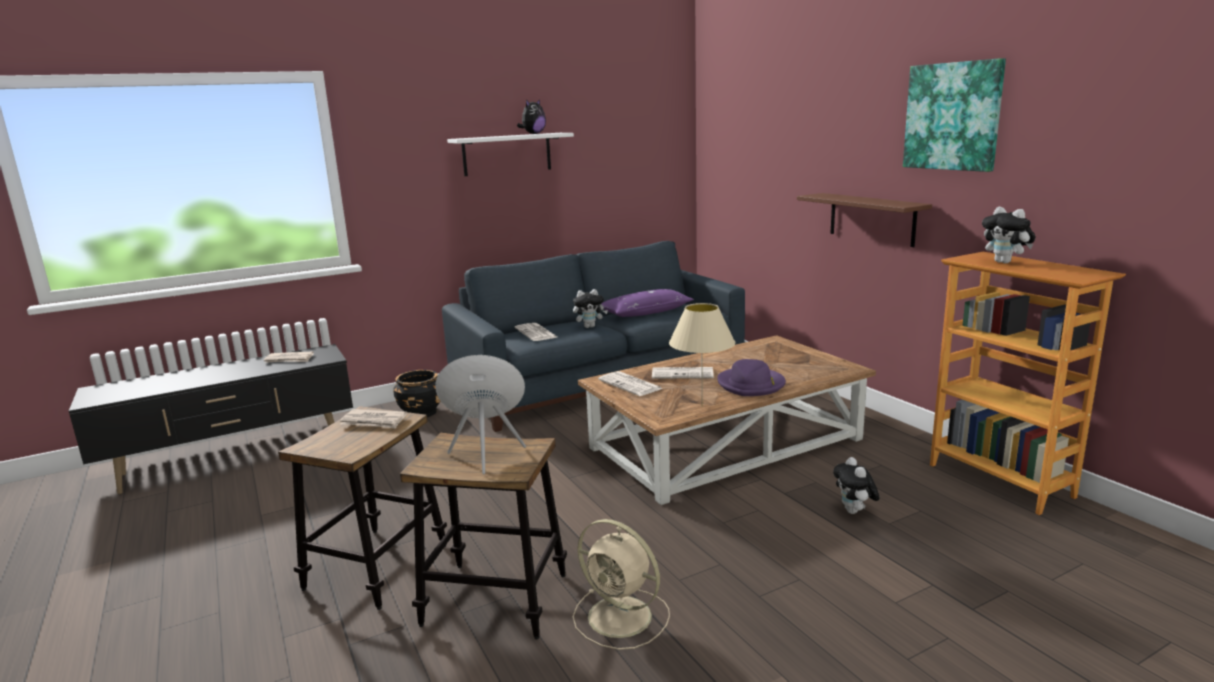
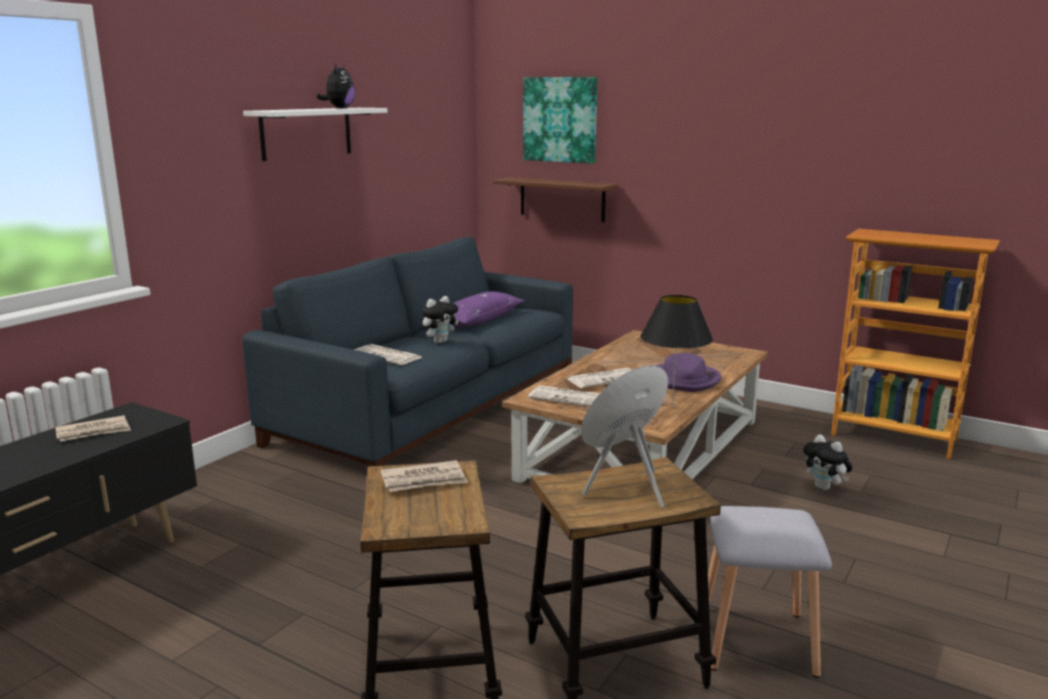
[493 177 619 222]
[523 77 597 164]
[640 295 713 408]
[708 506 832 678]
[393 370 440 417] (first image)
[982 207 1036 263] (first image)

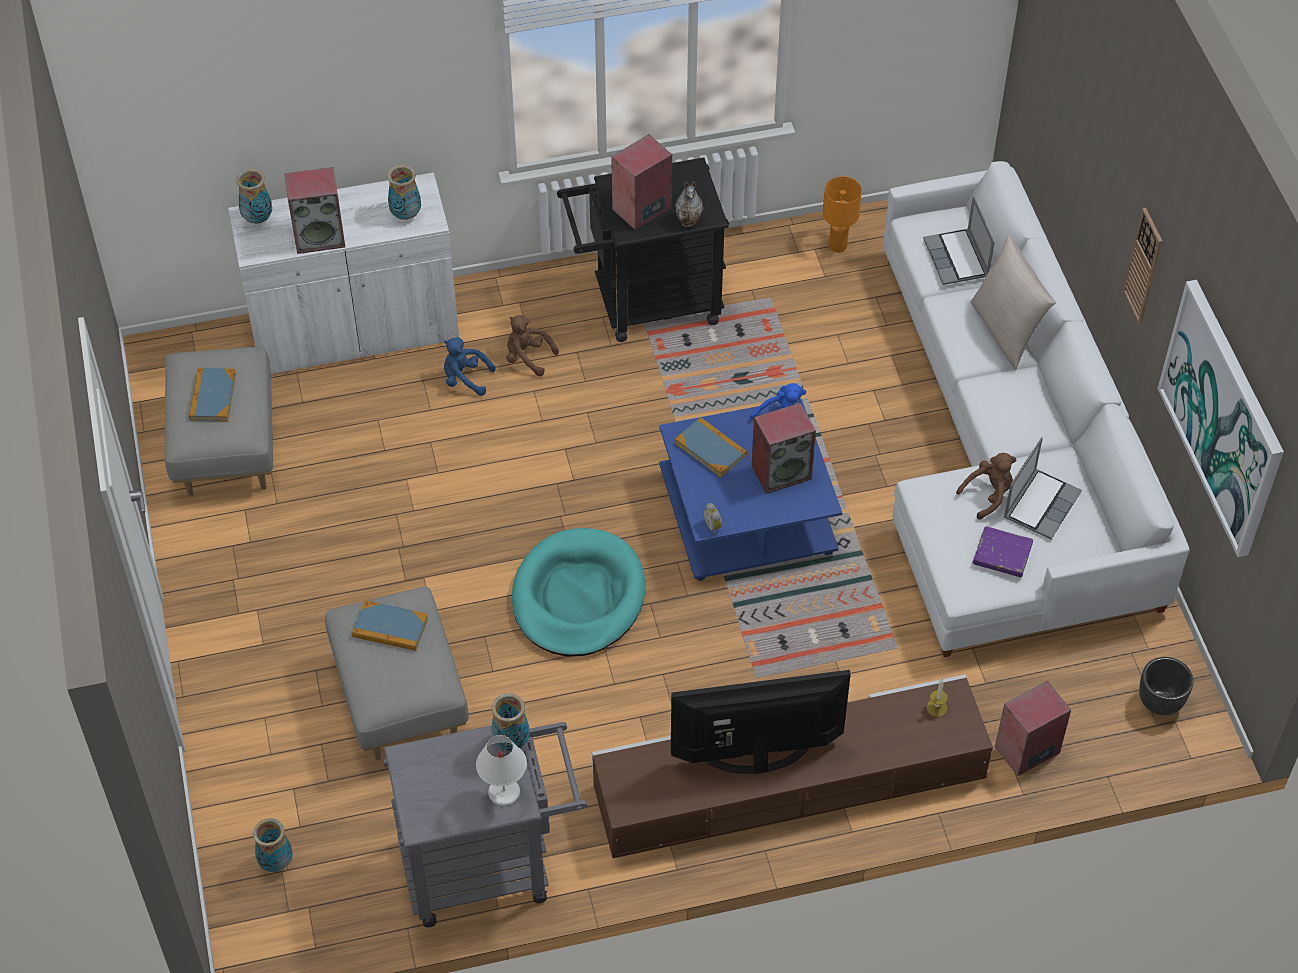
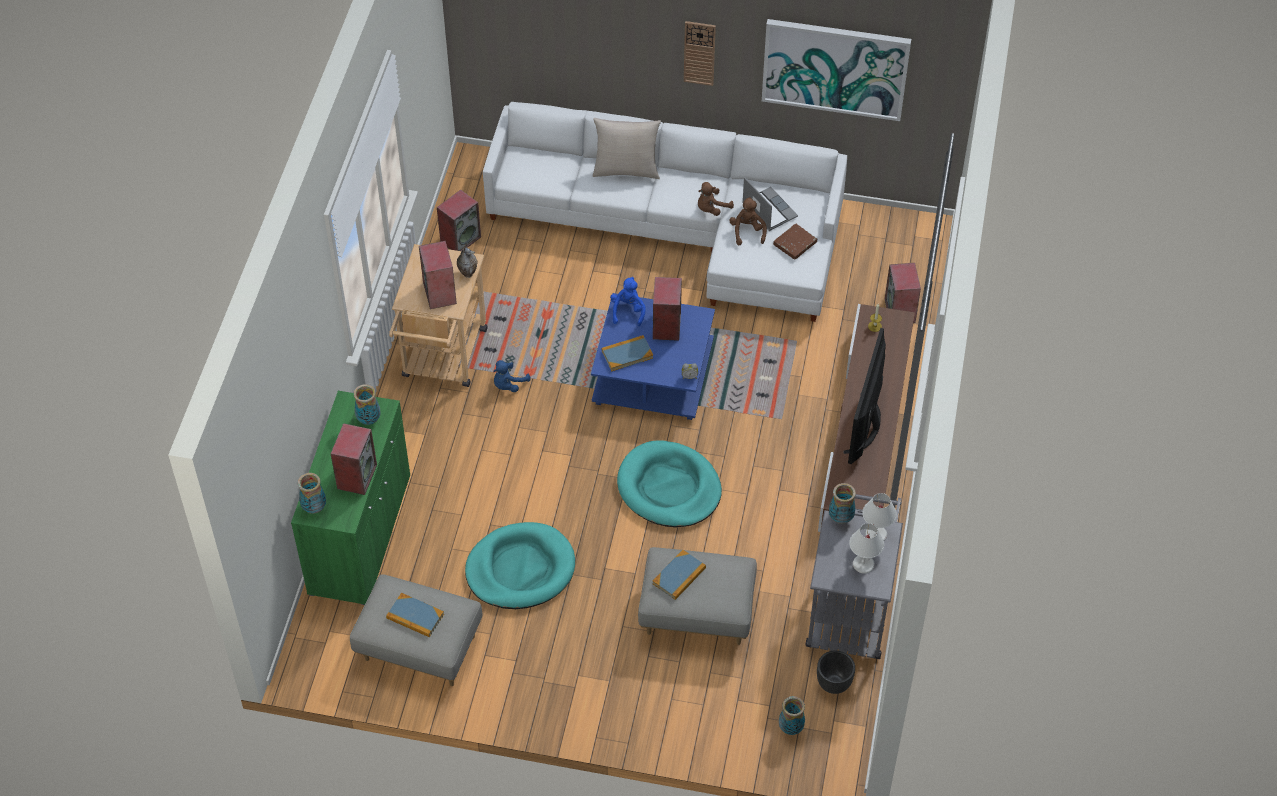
[291 391 410 605]
[389 244 488 387]
[437 190 481 251]
[465 522 575 609]
[494 360 531 392]
[698 182 734 216]
[773 223 818 260]
[817 650 855 694]
[849 523 884 574]
[923 196 995 285] (first image)

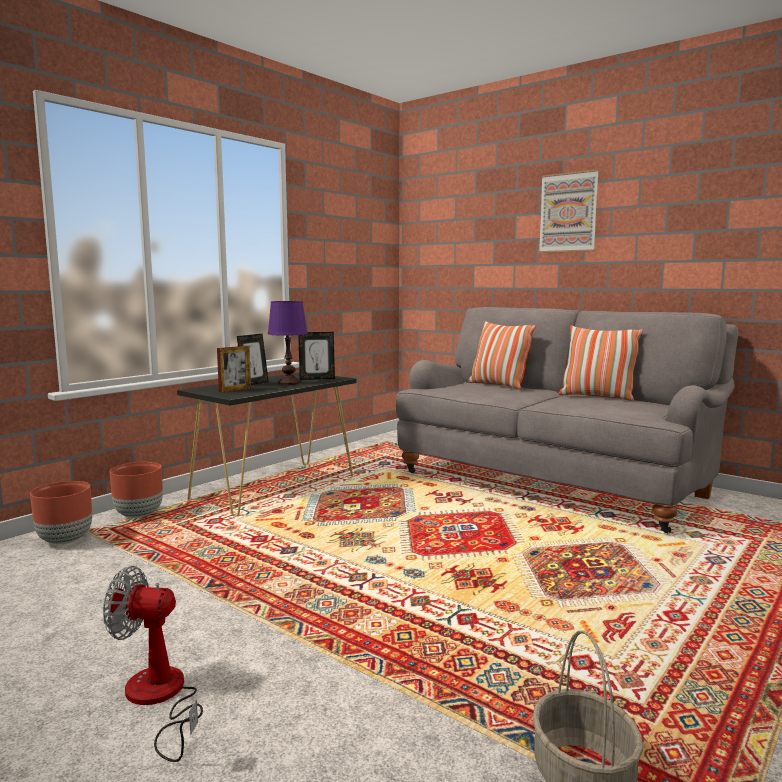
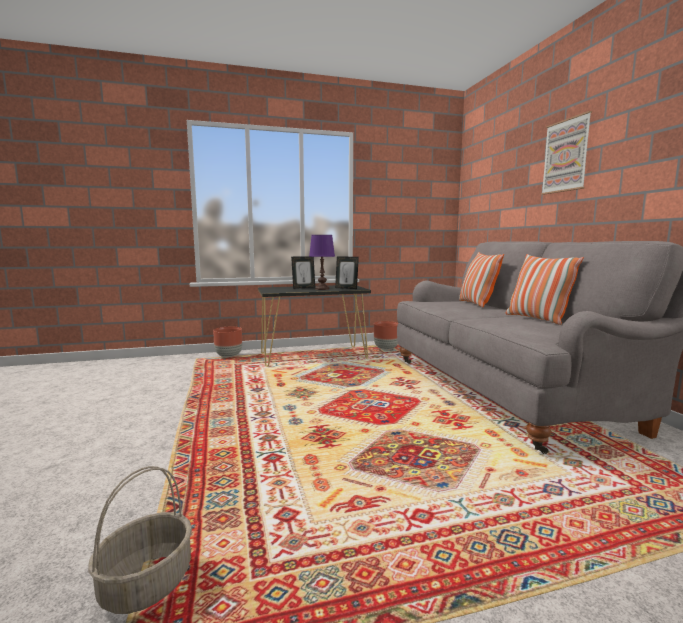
[374 321 398 350]
[103 566 203 762] (first image)
[217 346 251 393] (first image)

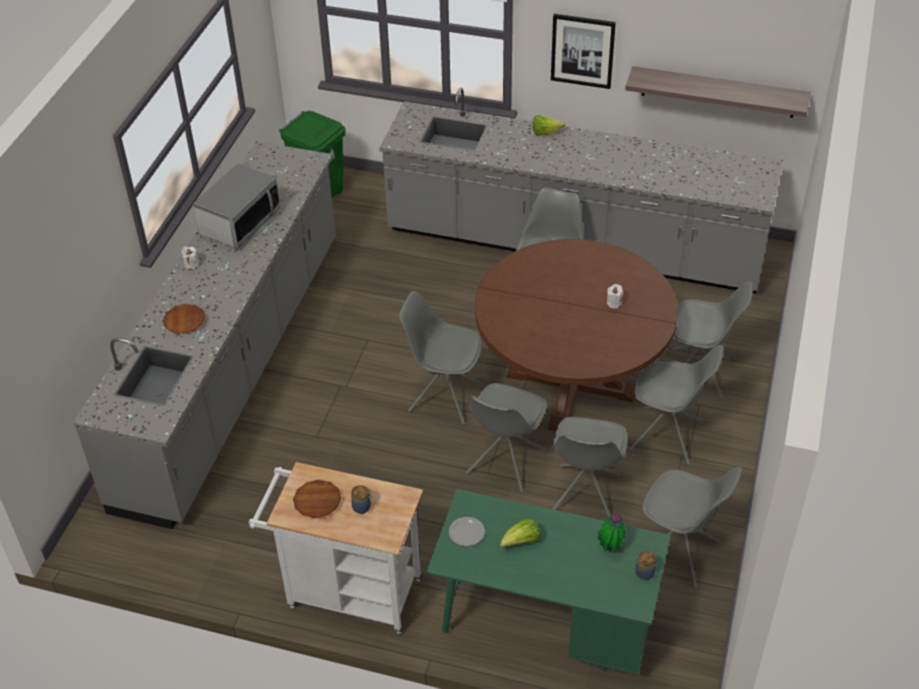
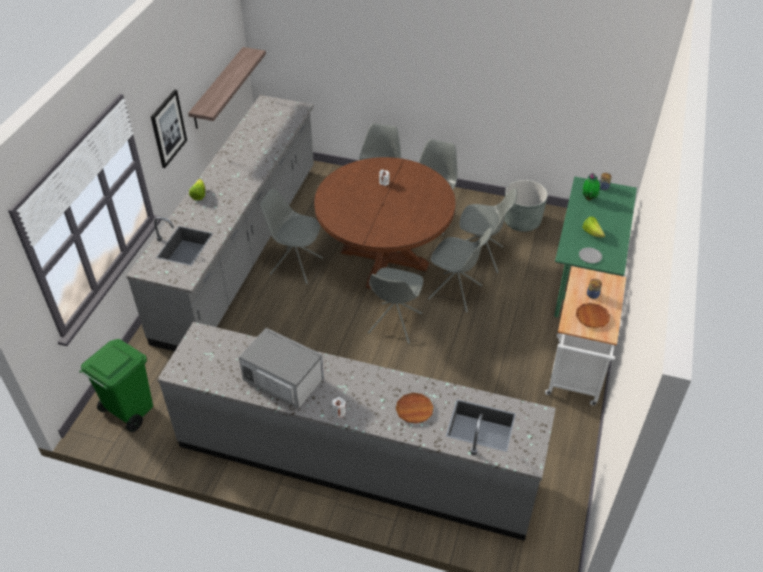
[504 180 548 232]

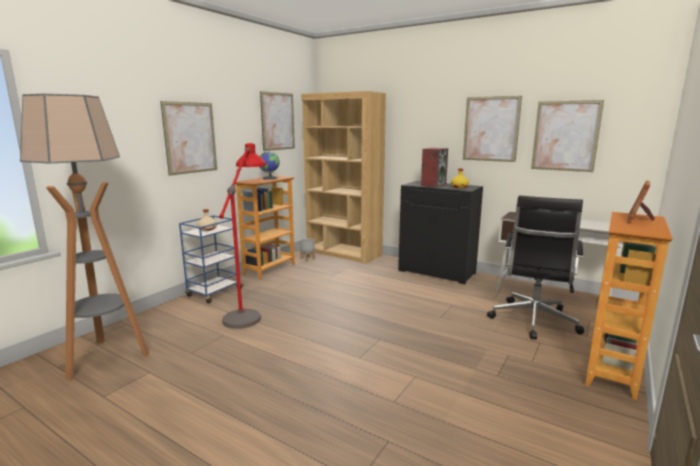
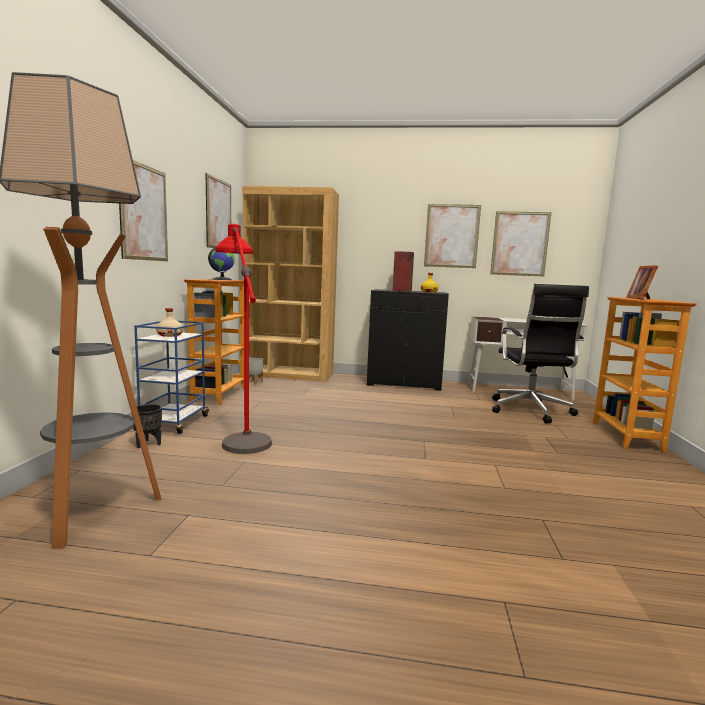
[132 404 162 448]

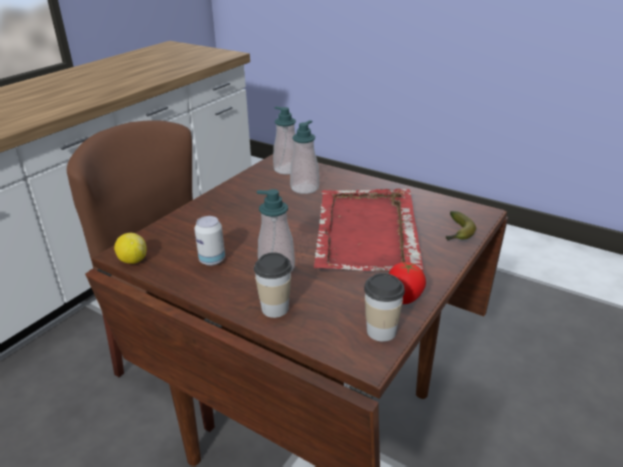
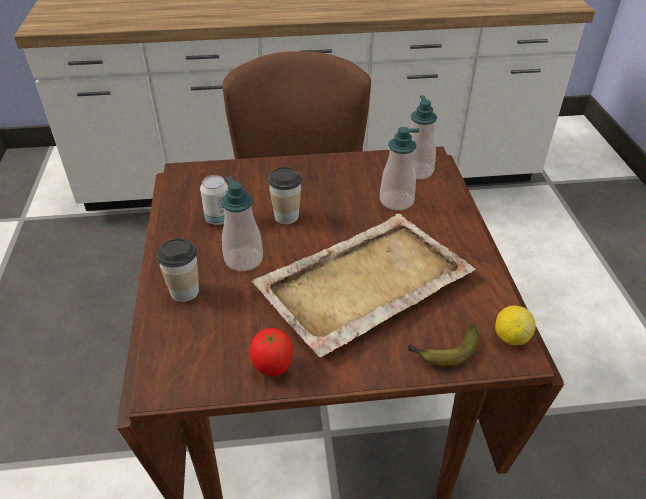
[252 214 475 357]
[268 167 302 224]
[495 305 536 346]

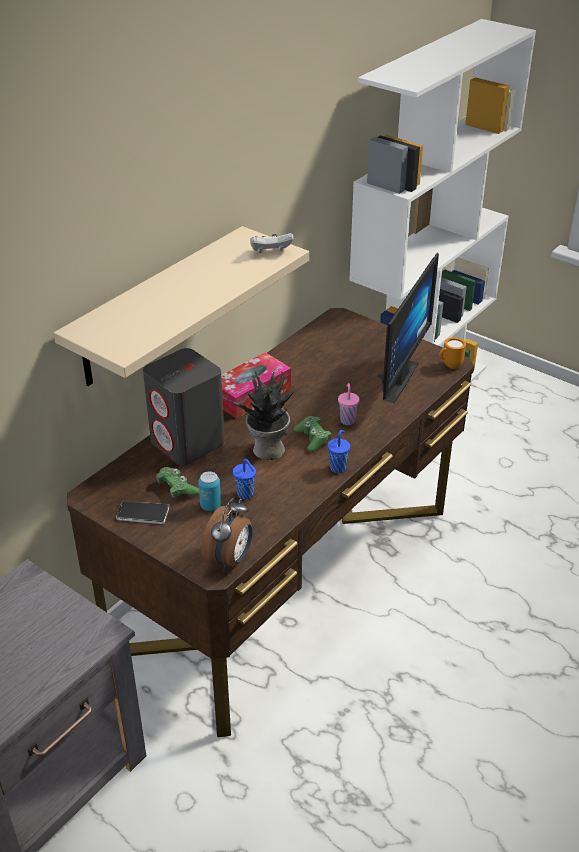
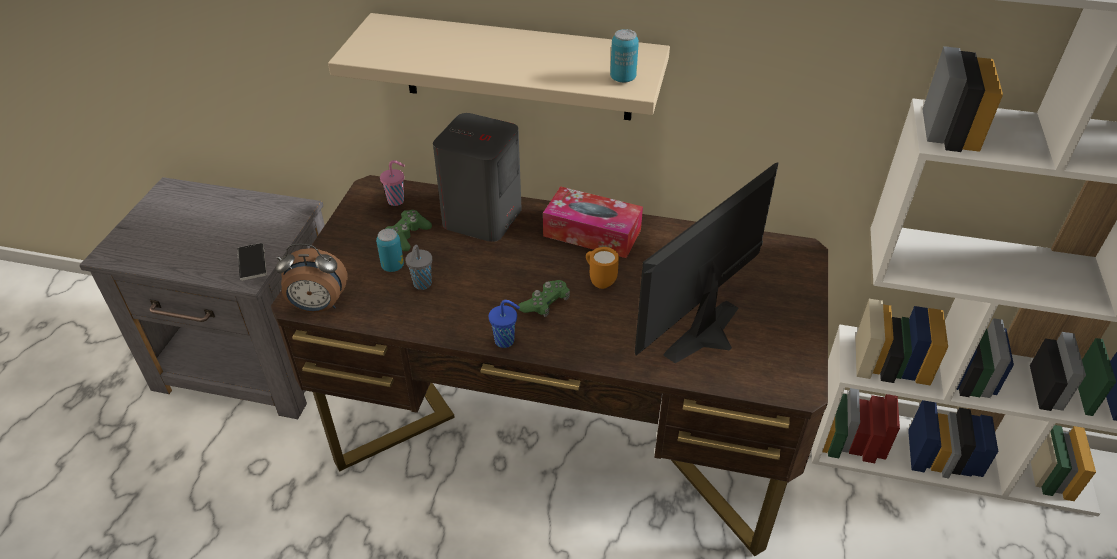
[237 243 267 281]
[380 160 405 206]
[405 245 432 290]
[586 247 619 289]
[610 29 639 83]
[635 162 779 363]
[228 371 295 460] (first image)

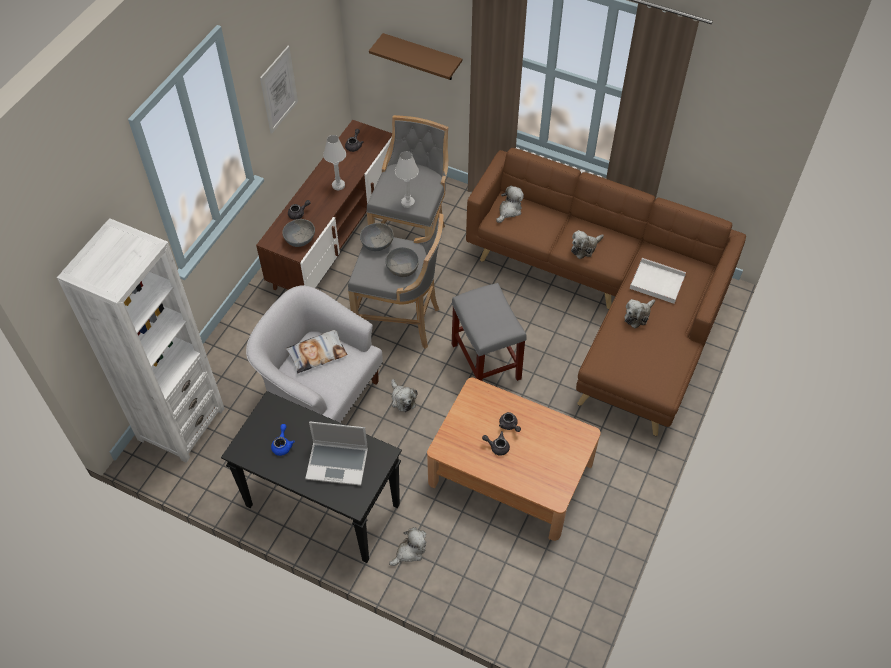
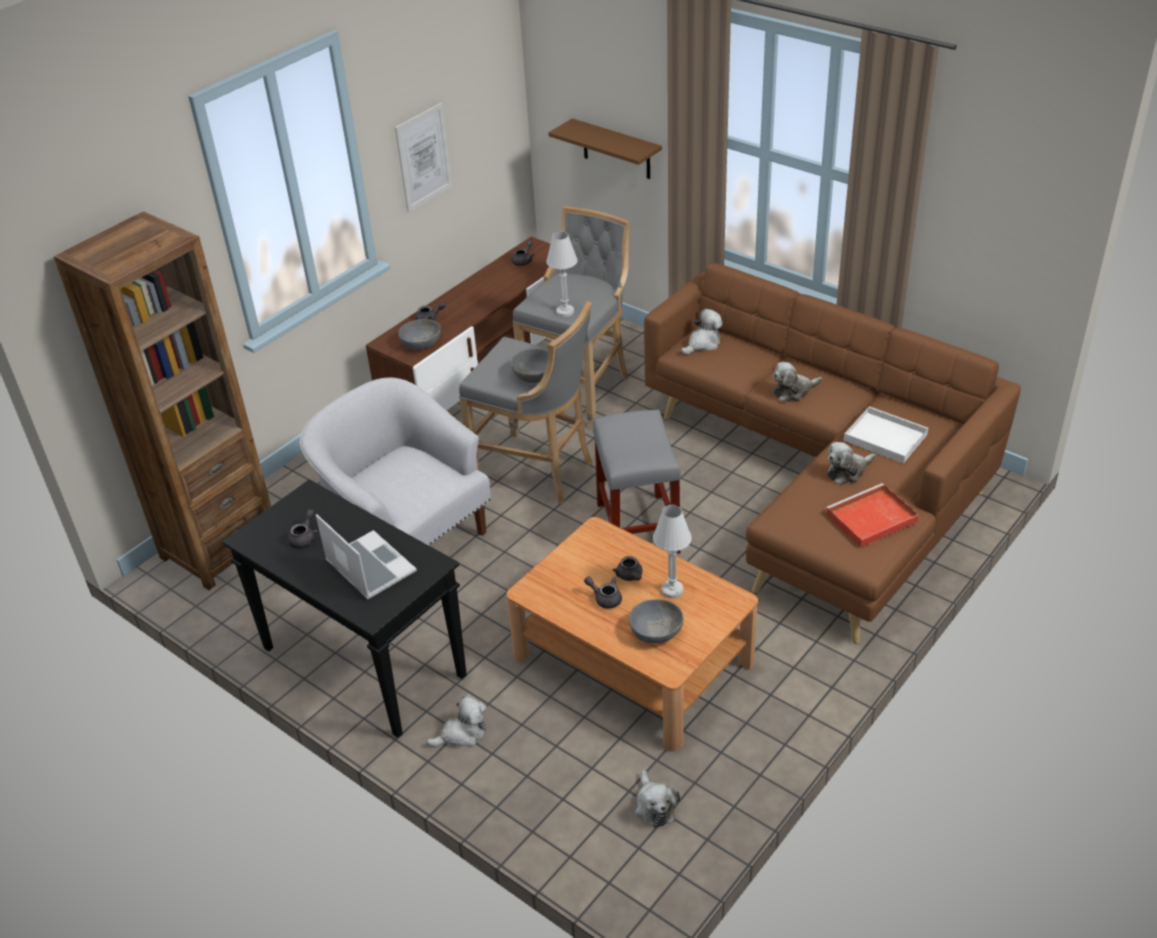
[54 211 271 590]
[288 509 319 549]
[316 514 417 599]
[629 599 683 644]
[635 770 680 828]
[653 505 692 598]
[826 483 919 548]
[286 330 347 373] (first image)

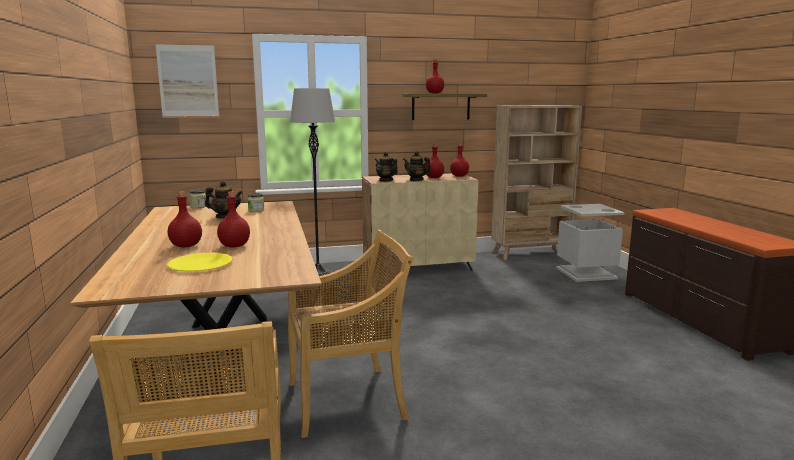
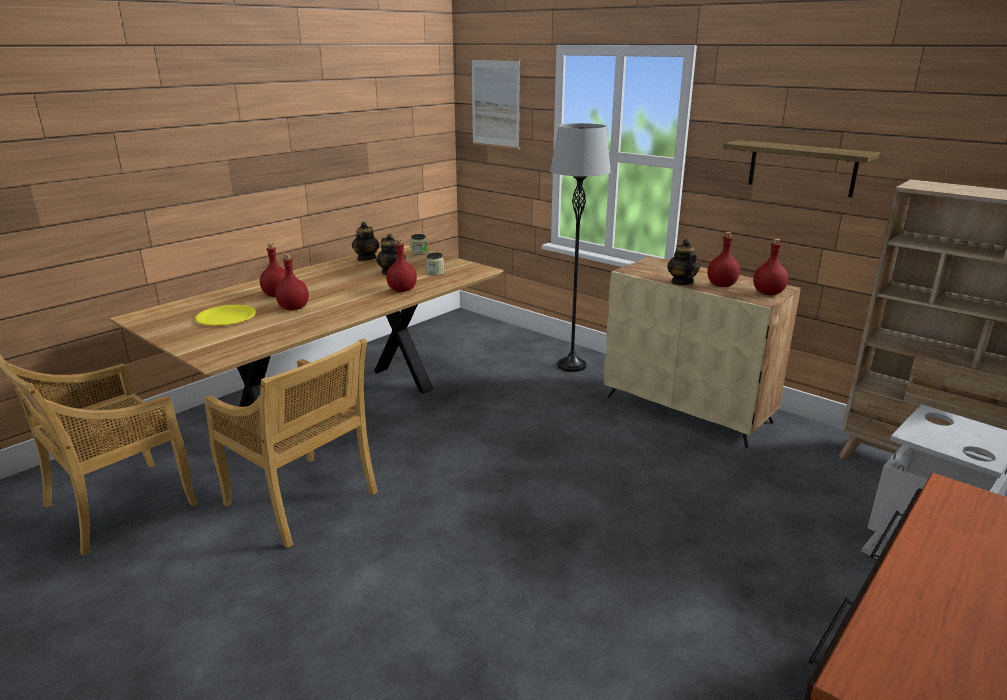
[352 222 379 261]
[386 239 417 292]

